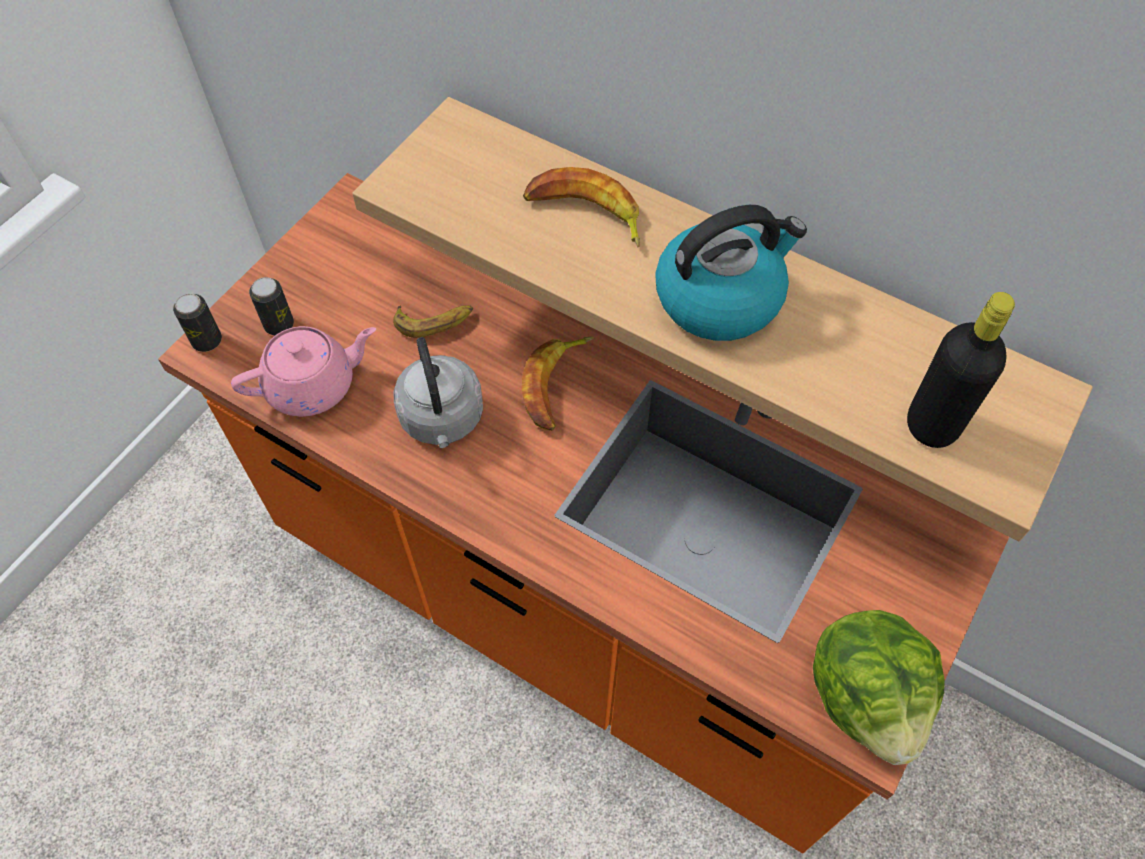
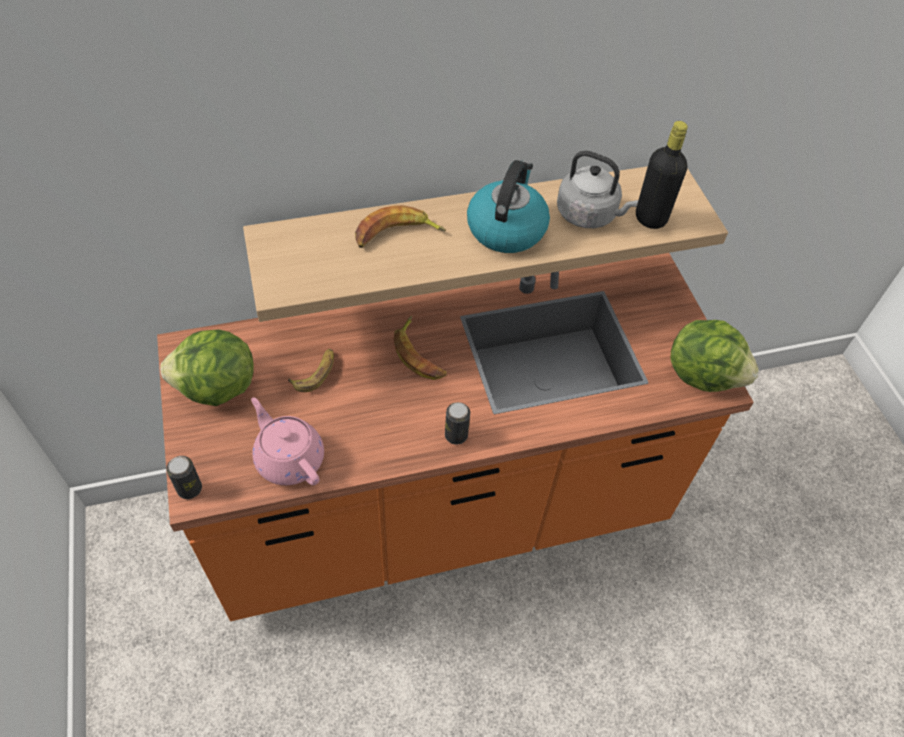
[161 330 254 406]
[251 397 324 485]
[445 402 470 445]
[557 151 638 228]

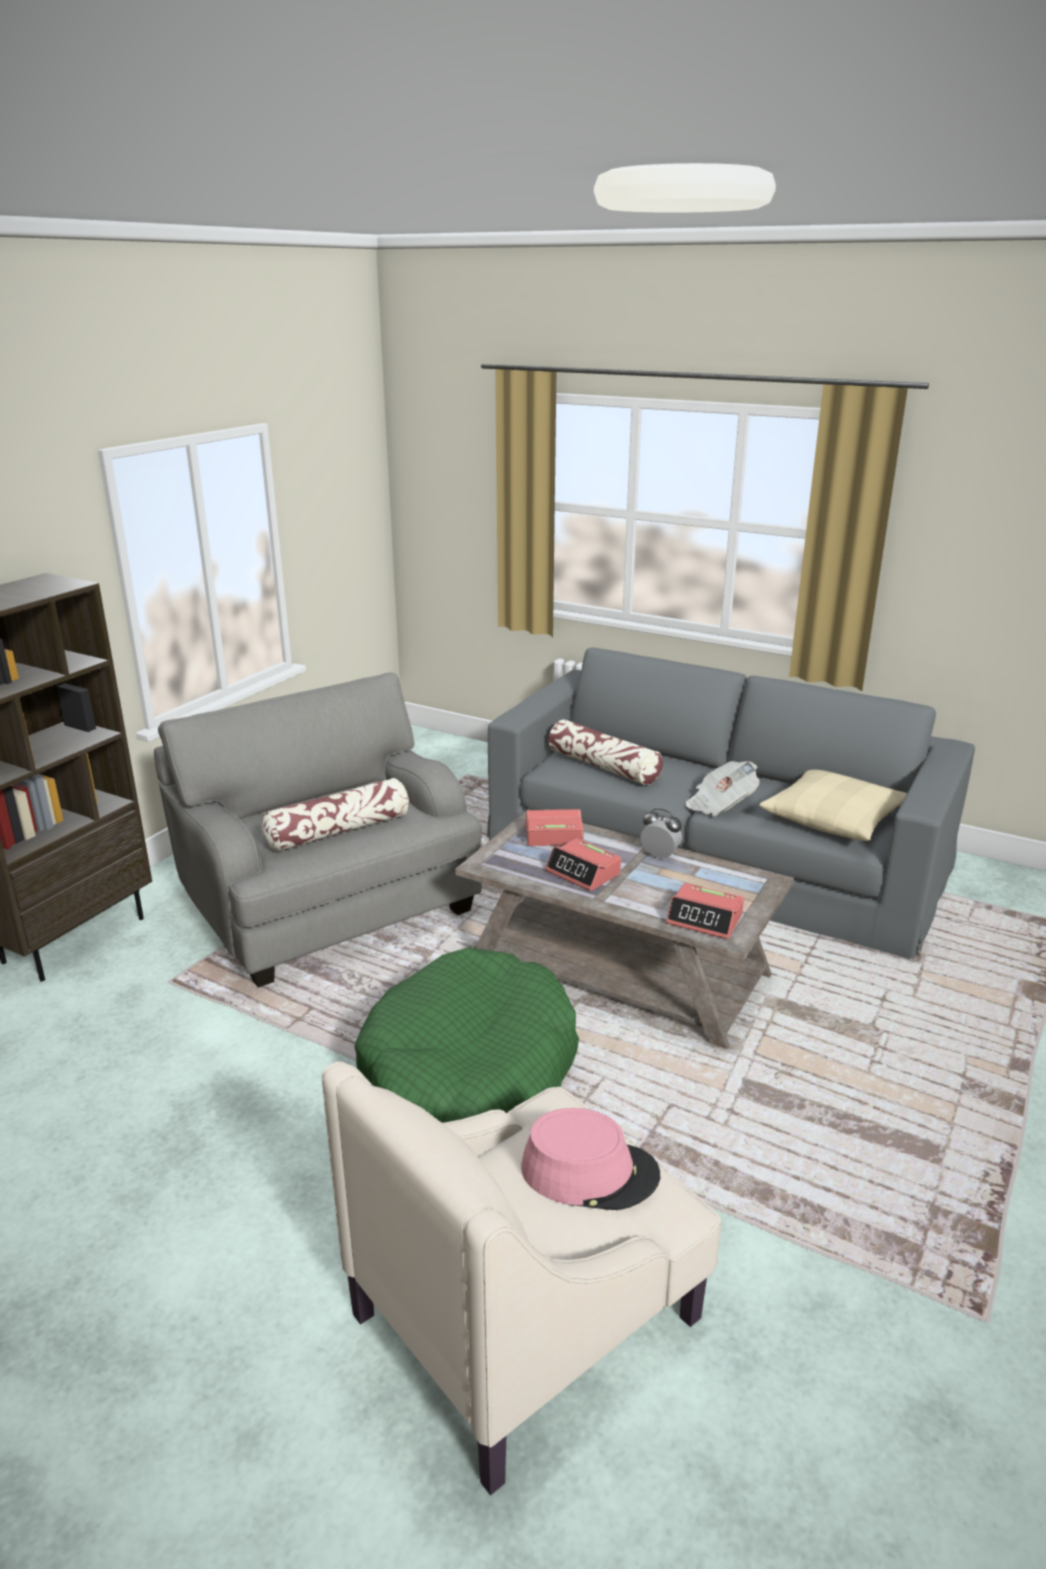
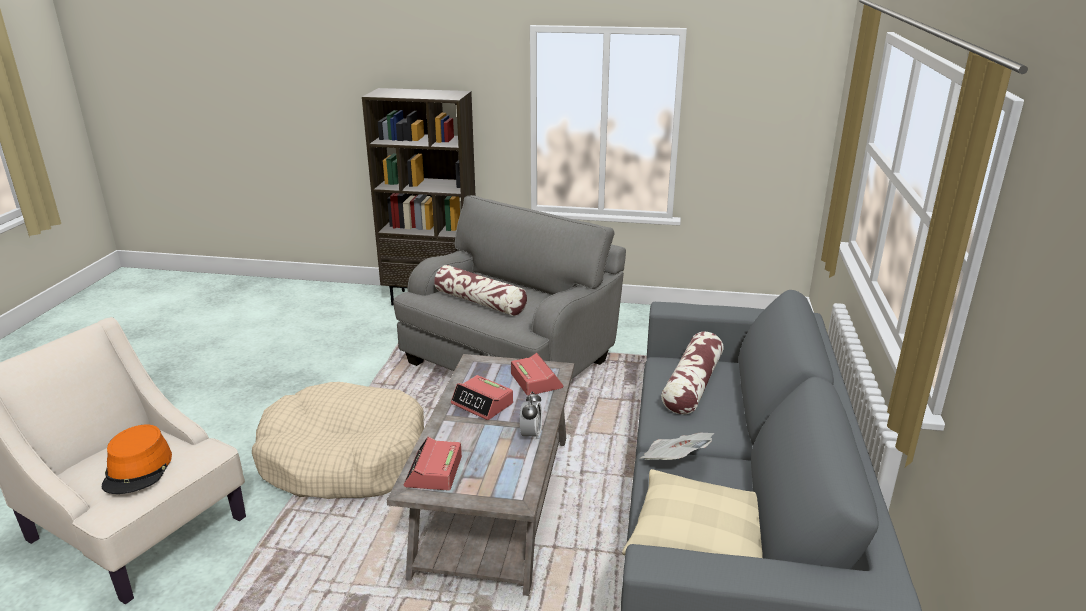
[102 425 172 494]
[252 382 424 499]
[451 375 513 420]

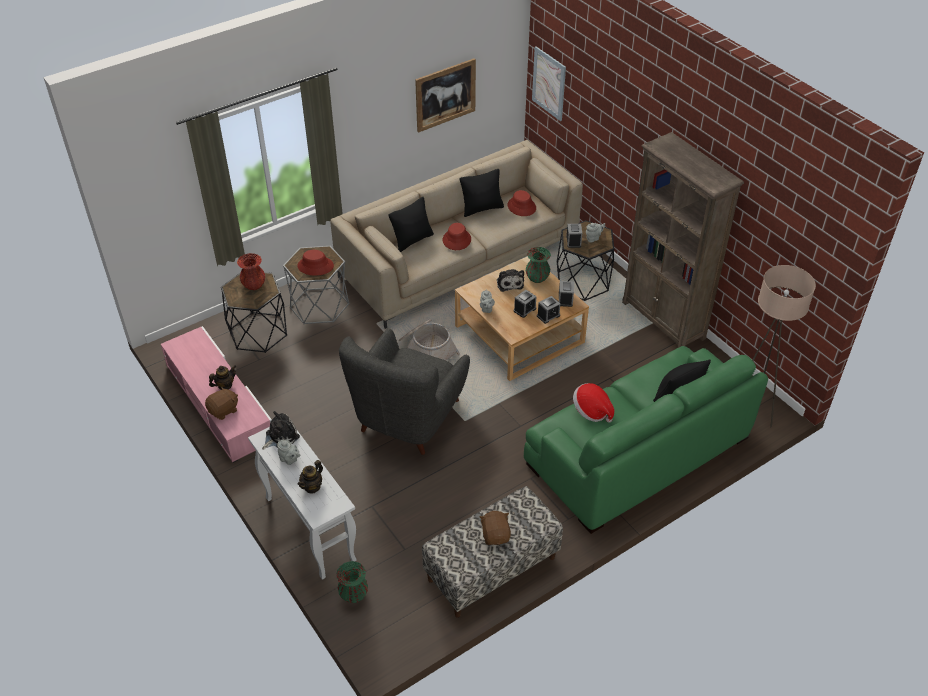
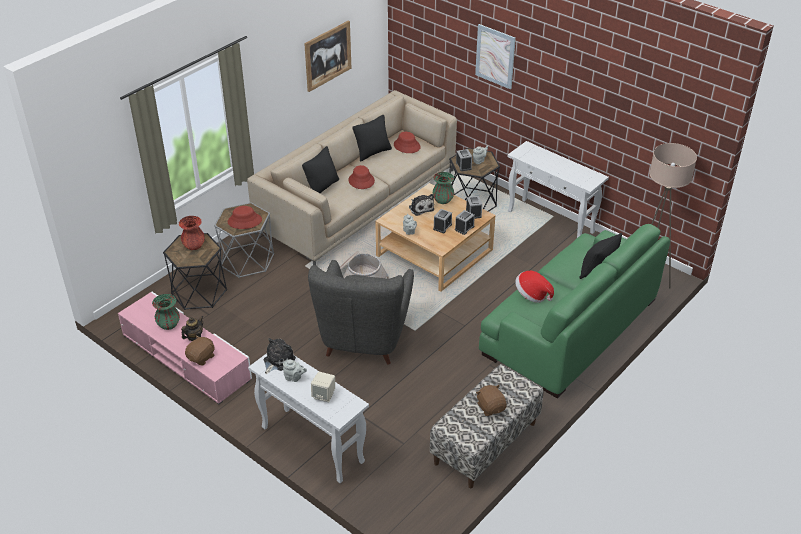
[152 294 180 330]
[311 372 335 402]
[475 24 516 90]
[508 141 609 238]

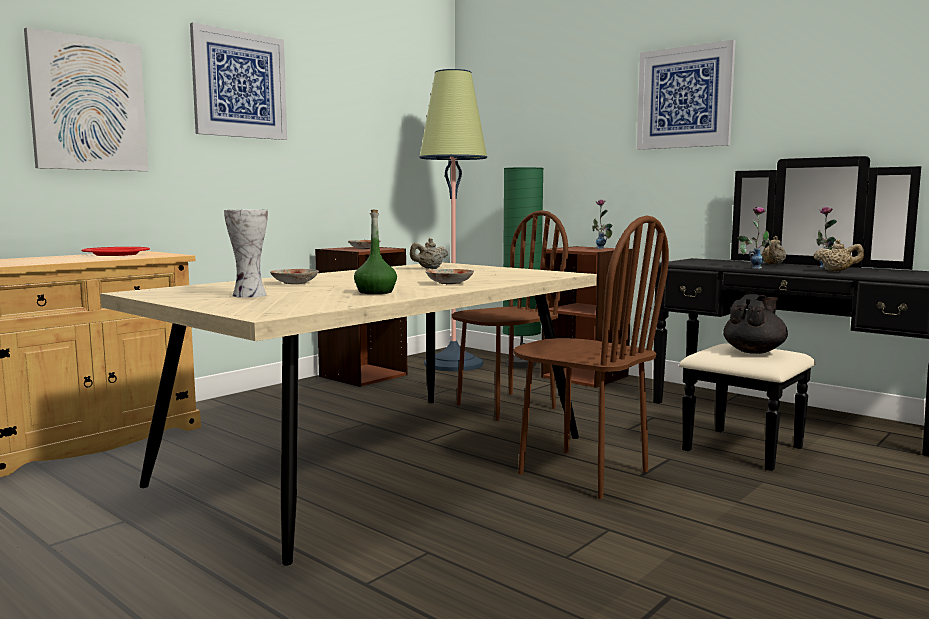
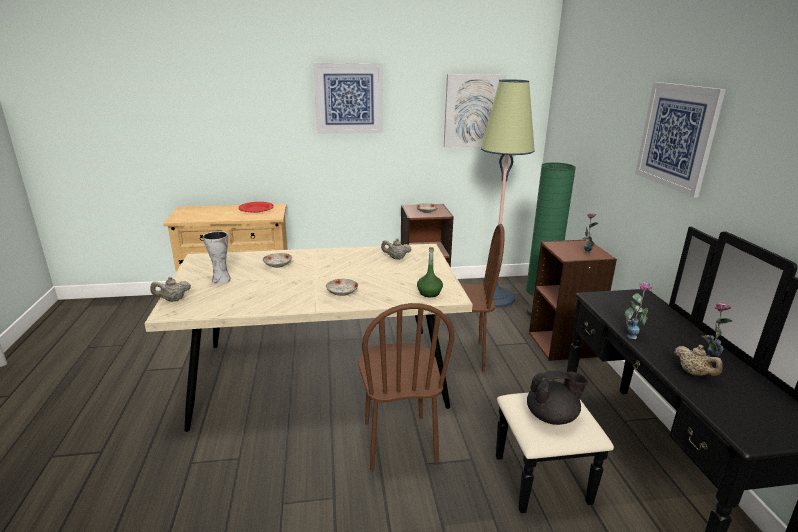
[150 277 191 302]
[417 247 443 297]
[444 74 506 147]

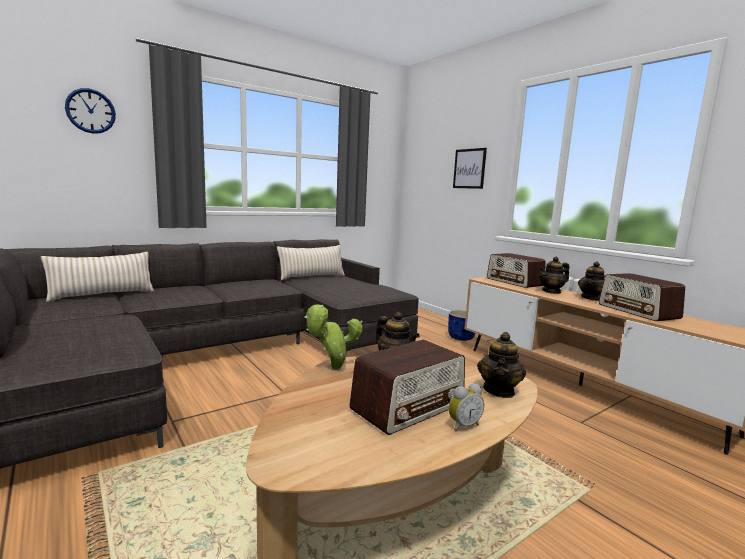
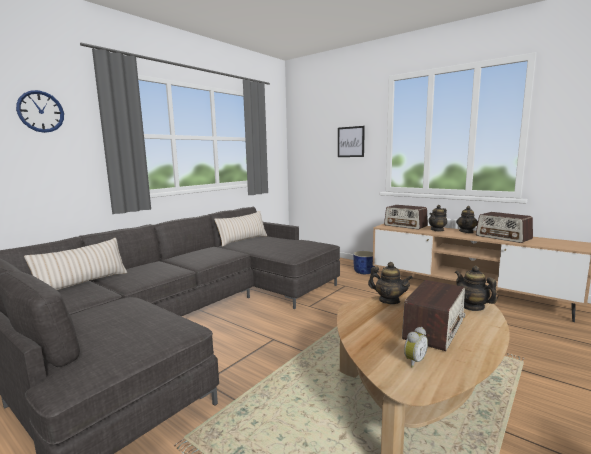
[404 327 428 368]
[455 266 497 311]
[304 304 363 370] (first image)

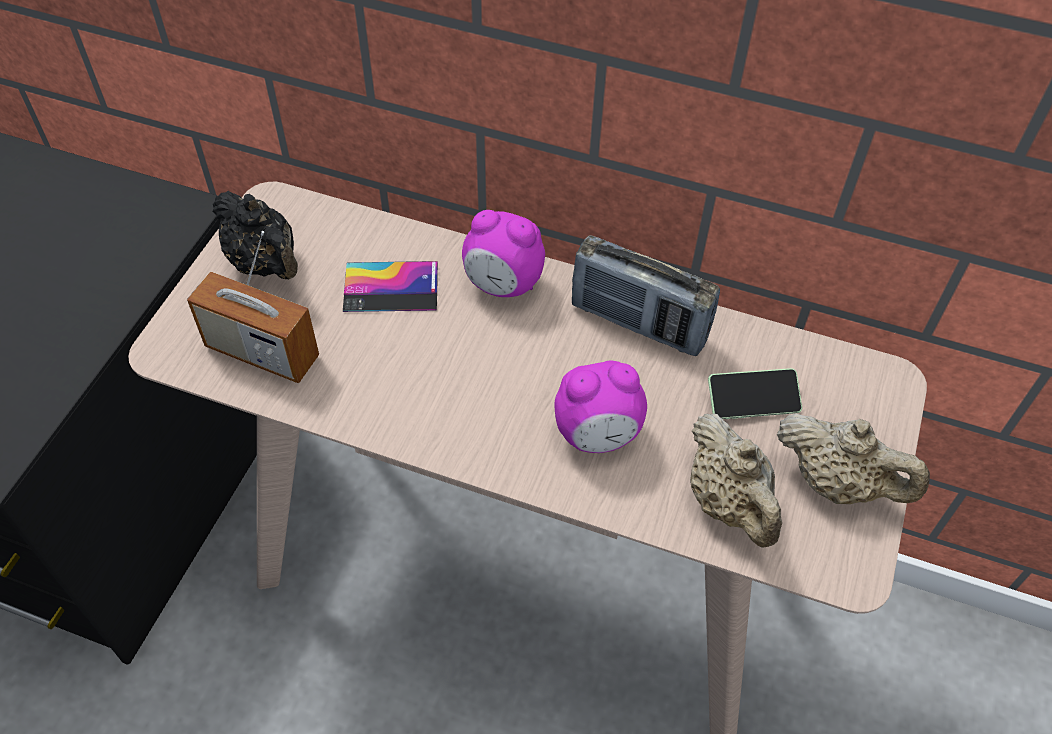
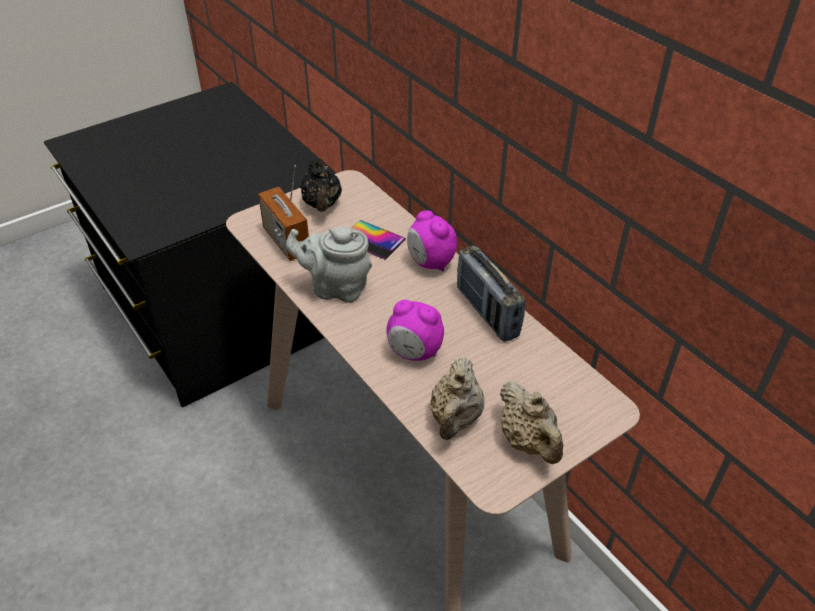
[286 226 372 303]
[708 368 802 419] (first image)

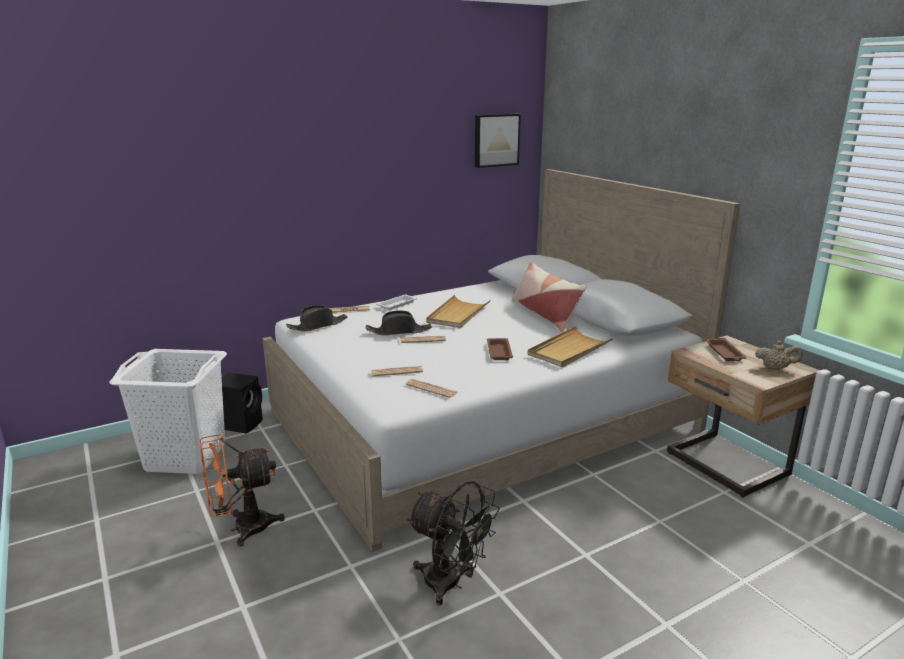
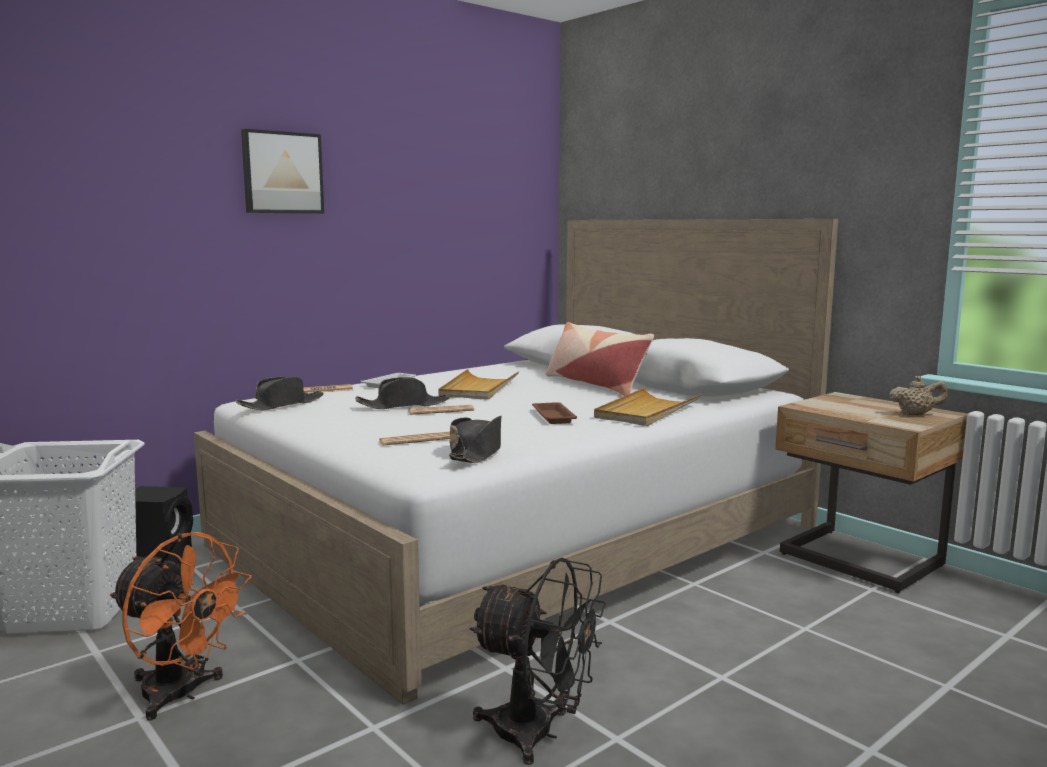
[110 532 252 720]
[241 129 324 214]
[449 416 501 463]
[705 338 747 361] (first image)

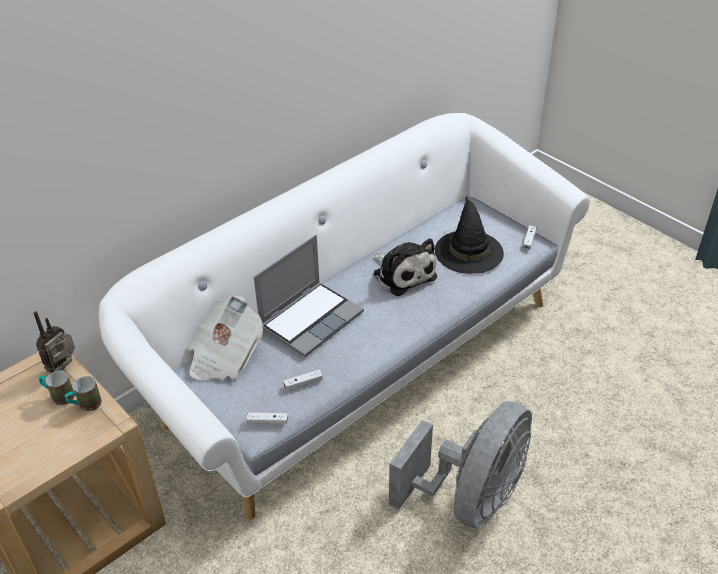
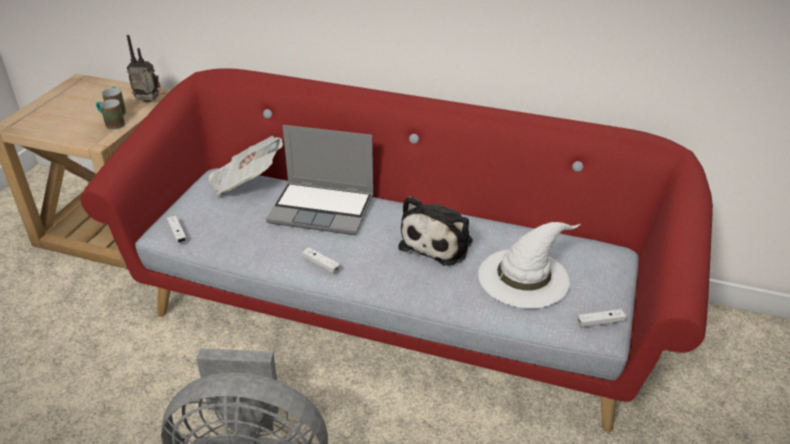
[81 68 713 432]
[302 247 340 274]
[478 222 580 308]

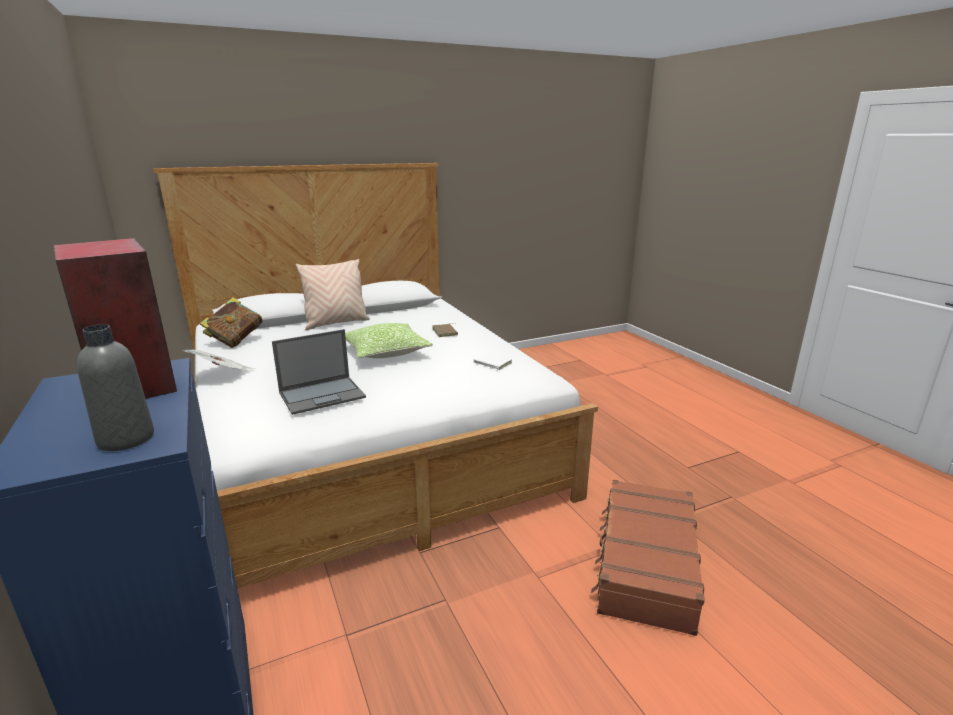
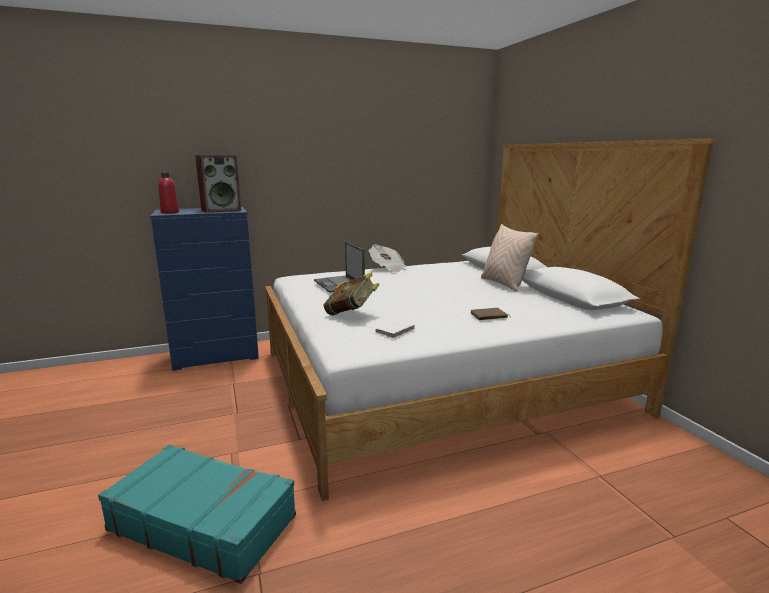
[98 445 296 584]
[158 172 179 213]
[323 273 379 315]
[345 323 433 358] (first image)

